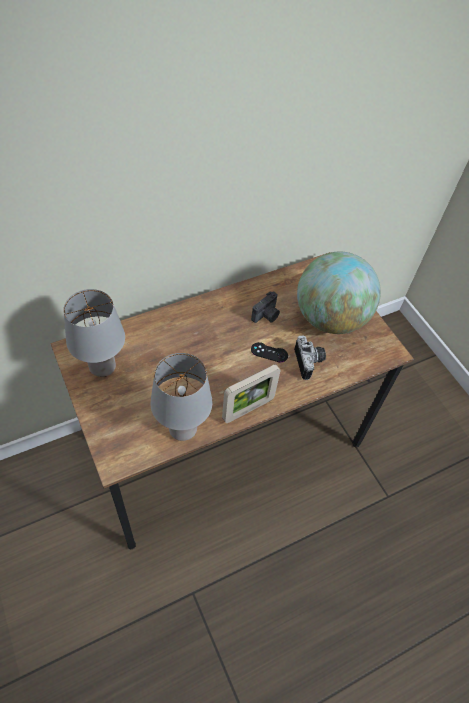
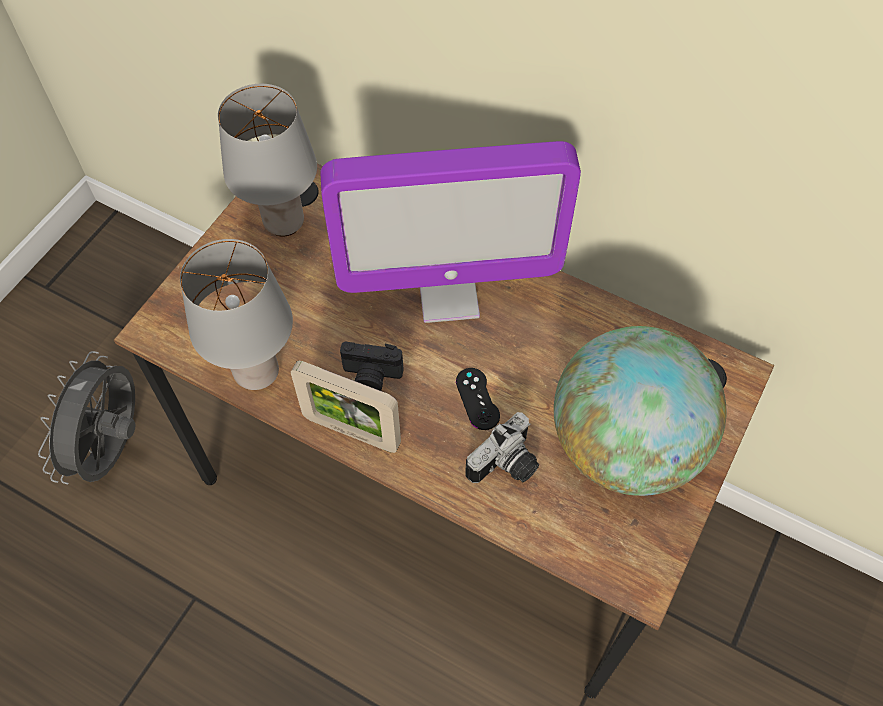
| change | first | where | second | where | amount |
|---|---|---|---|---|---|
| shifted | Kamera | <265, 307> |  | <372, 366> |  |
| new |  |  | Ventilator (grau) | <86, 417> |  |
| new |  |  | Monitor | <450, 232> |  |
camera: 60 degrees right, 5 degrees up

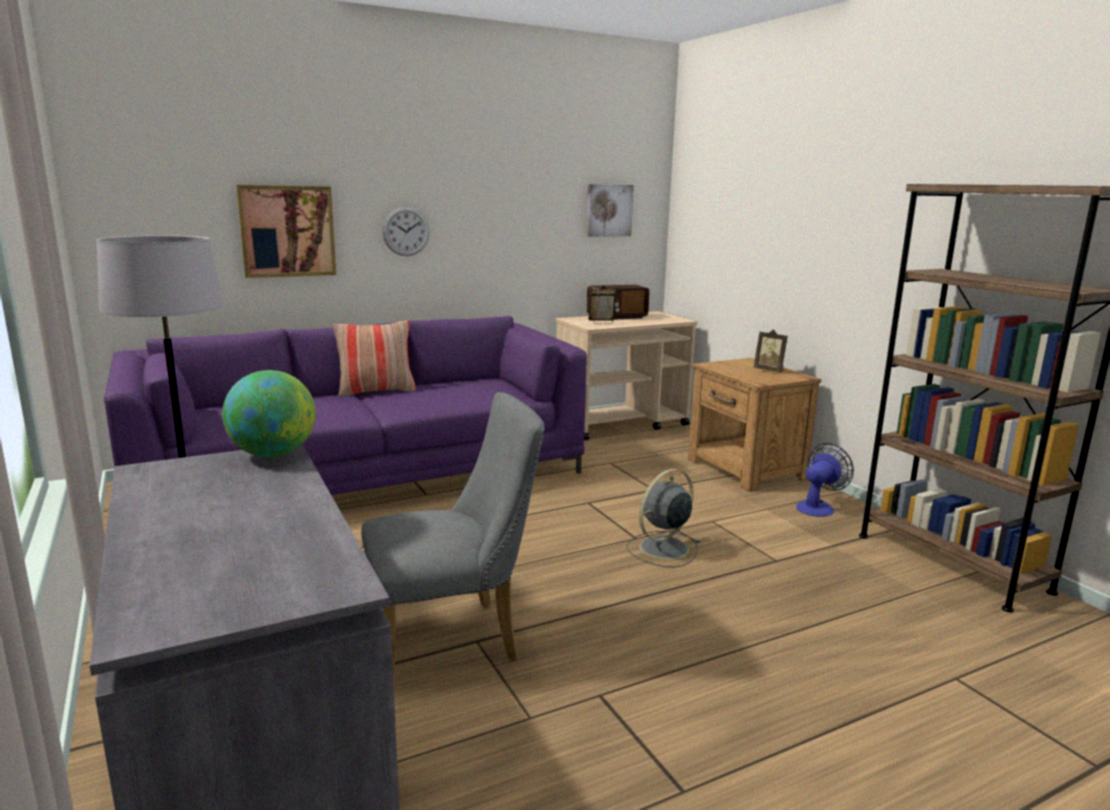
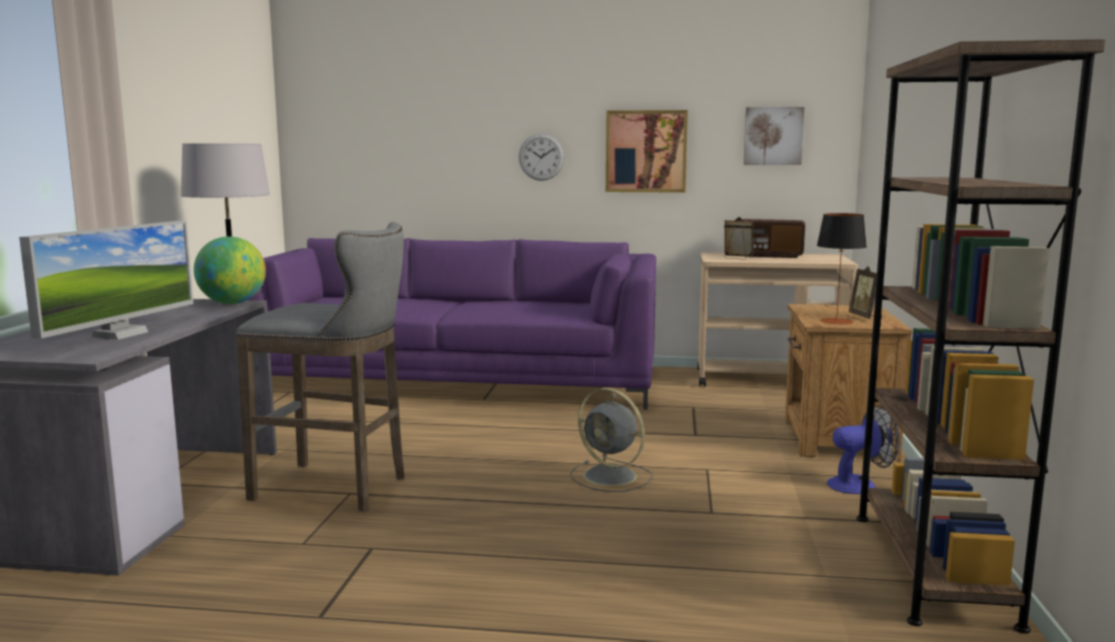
| change | first | where | second | where | amount |
|---|---|---|---|---|---|
| shifted | Bild | <286, 231> |  | <647, 151> |  |
| gone | Kissen | <374, 358> |  |  |  |
| swapped | Stuhl (grau) | <453, 537> | Hocker (grau) | <320, 367> |  |
| rotated | Ventilator (grau) | <663, 518> |  | <611, 440> | 135 degrees counterclockwise |
| new |  |  | Monitor | <106, 280> |  |
| new |  |  | Tischlampe | <842, 268> |  |
camera: 35 degrees right, 5 degrees down

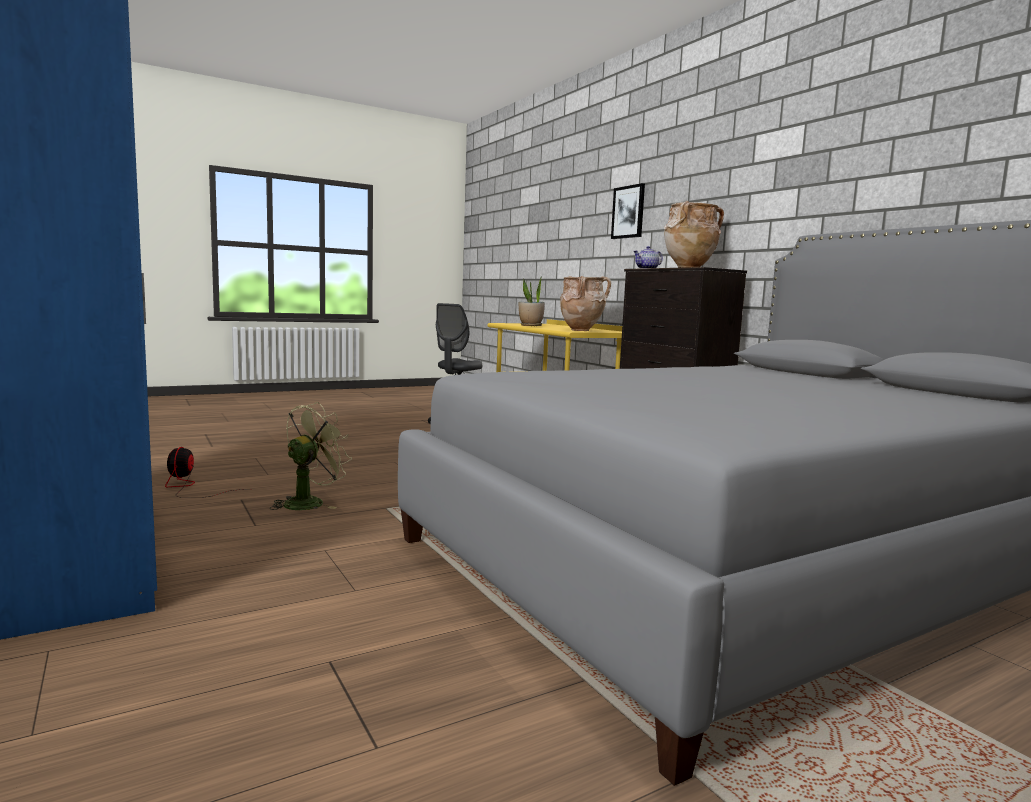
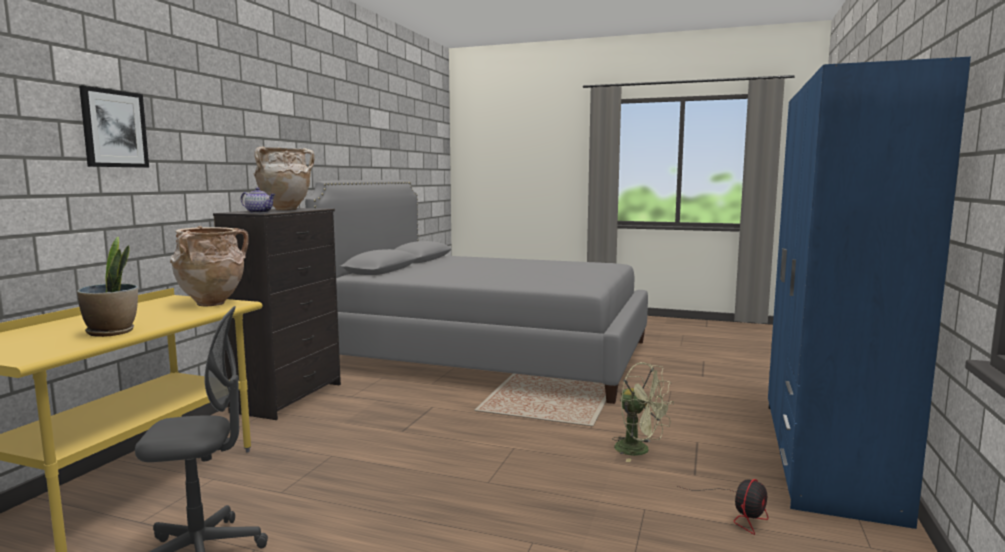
| change | first | where | second | where | amount |
|---|---|---|---|---|---|
| rotated | Ventilator (grün) | <311, 456> |  | <643, 412> | 135 degrees counterclockwise |
camera: 130 degrees left, 0 degrees up

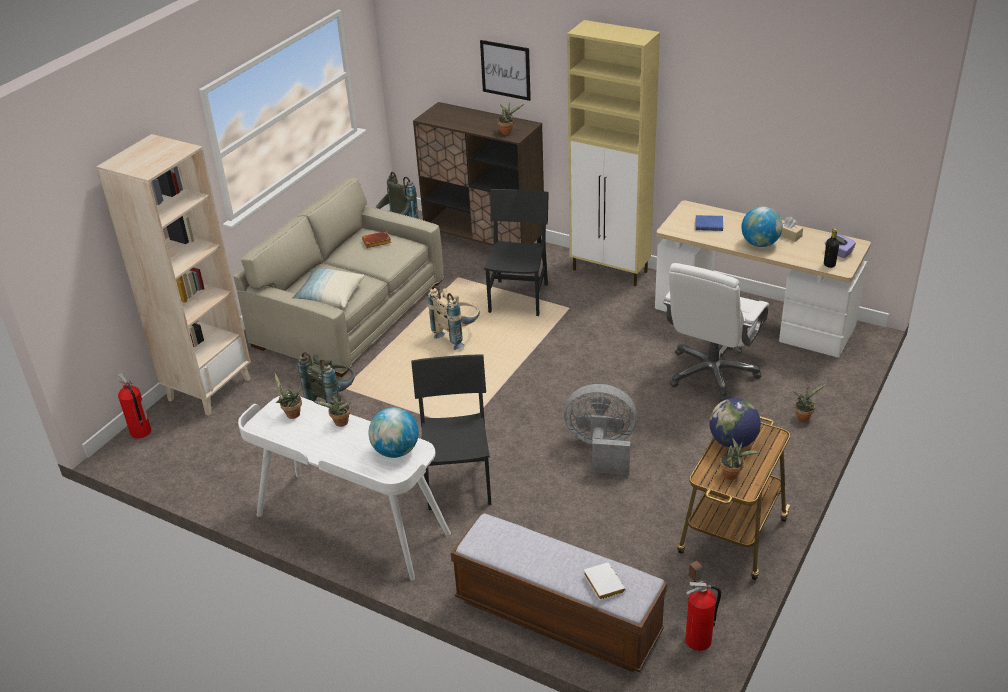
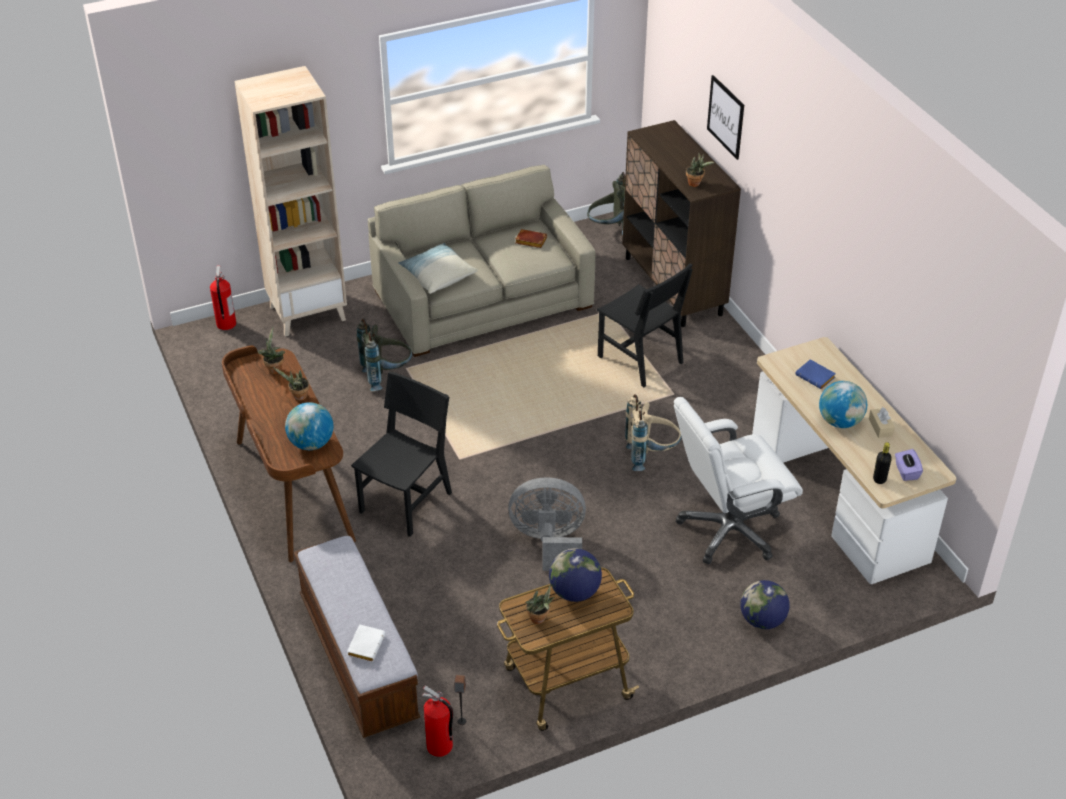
| change | first | where | second | where | amount |
|---|---|---|---|---|---|
| repainted | Schreibtisch (weiß) | <344, 487> | Schreibtisch (braun) | <289, 453> |  |
| shifted | Rucksack (beige) | <454, 317> |  | <653, 432> |  |
| rotated | Stuhl (schwarz) | <516, 252> |  | <645, 325> | 90 degrees clockwise |
| rotated | Ventilator (grau) | <600, 429> |  | <547, 524> | 45 degrees counterclockwise |
| gone | Schrank (beige) | <613, 153> |  |  |  |
| swapped | Topfpflanze | <809, 403> | Globus | <765, 604> |  |
camera: 35 degrees right, 5 degrees up

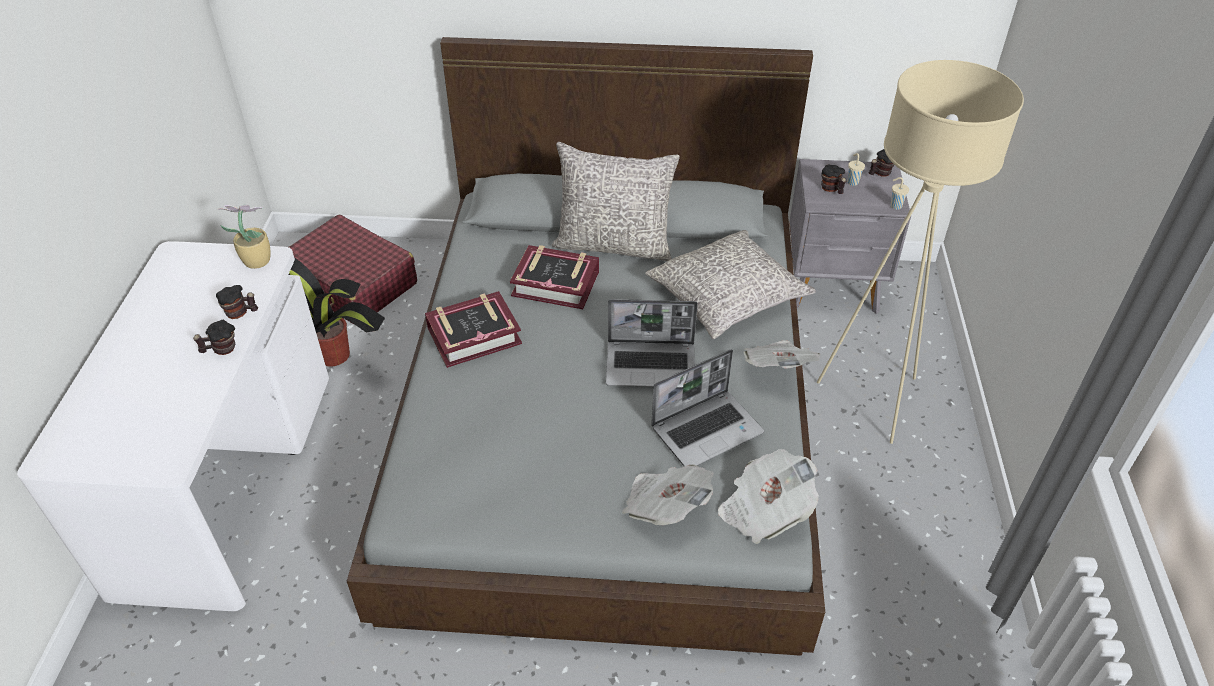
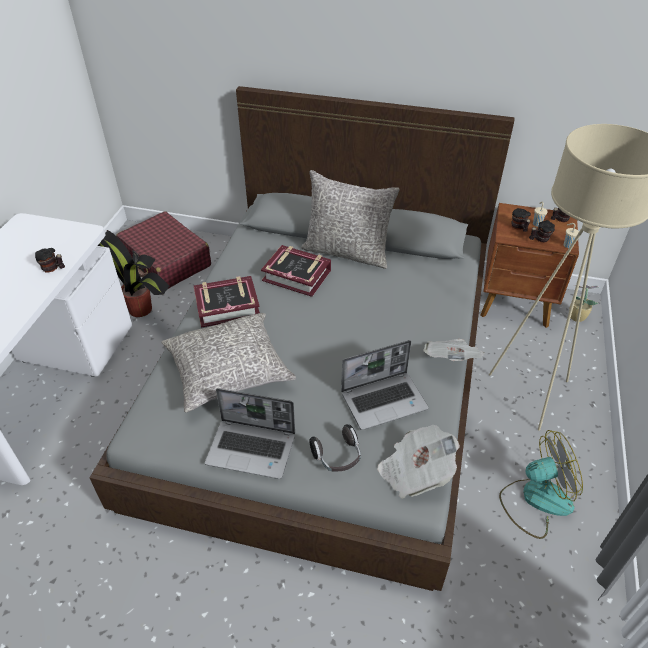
| change | first | where | second | where | amount |
|---|---|---|---|---|---|
| shifted | Henkelbecher | <214, 337> |  | <542, 231> |  |
| shifted | Topfpflanze | <244, 237> |  | <584, 303> |  |
| shifted | Laptop | <652, 343> |  | <250, 433> |  |
| swapped | Zeitung | <668, 494> | Kopfhörer | <335, 448> |  |
| shifted | Kissen (grau) | <730, 284> |  | <228, 363> |  |
| repainted | Nachttisch (grau) | <850, 236> | Nachttisch (braun) | <529, 265> |  |
| new |  |  | Ventilator | <541, 484> |  |
camera: 10 degrees right, 0 degrees up

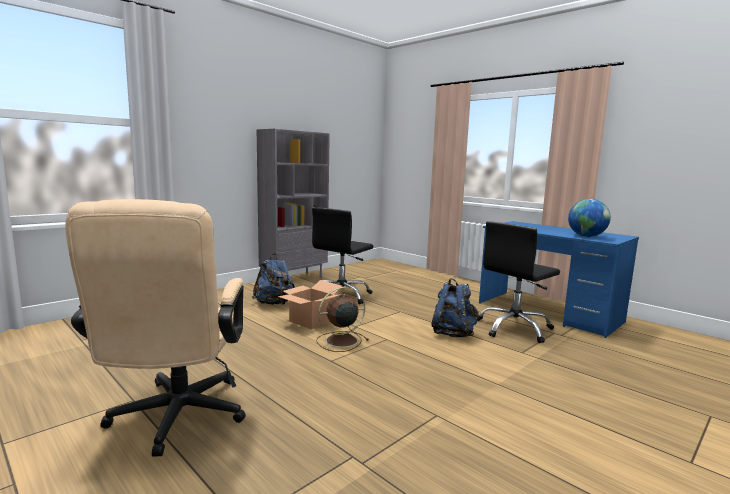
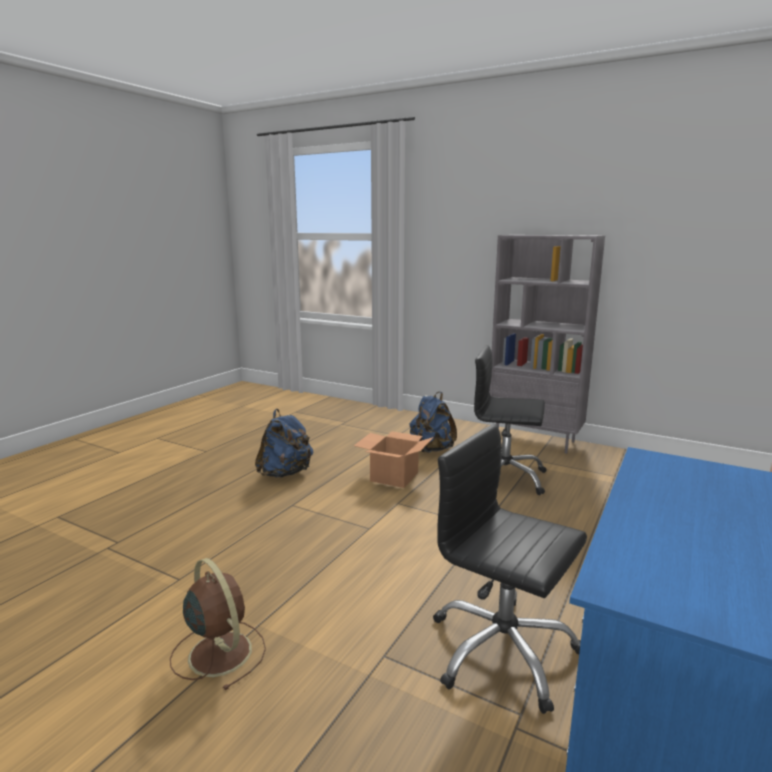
| change | first | where | second | where | amount |
|---|---|---|---|---|---|
| gone | Bürostuhl (beige) | <155, 328> |  |  |  |
| shifted | Ventilator (braun) | <342, 319> |  | <218, 624> |  |
| shifted | Rucksack (blau) | <454, 308> |  | <284, 443> |  |
| gone | Globus | <589, 218> |  |  |  |
camera: 75 degrees right, 5 degrees up

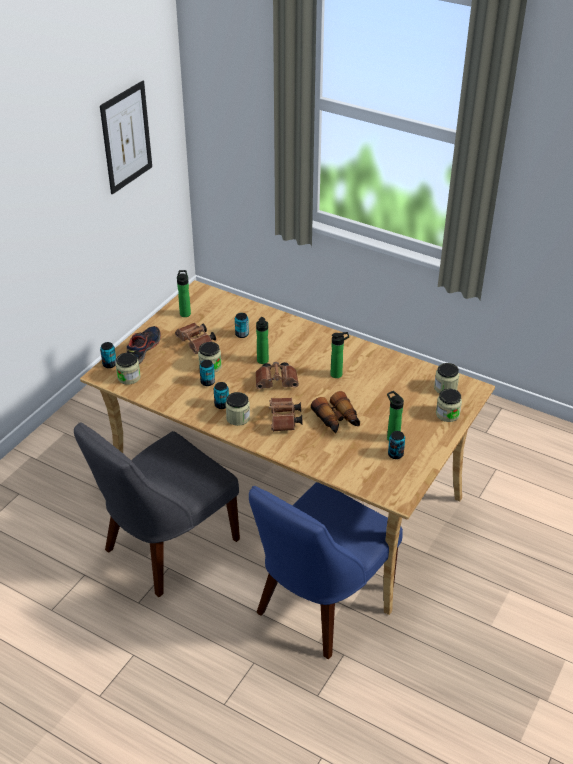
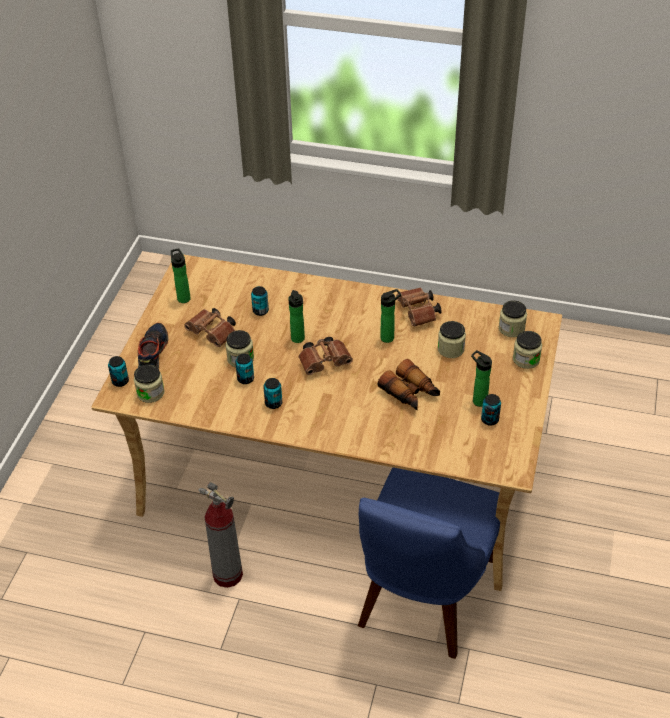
| change | first | where | second | where | amount |
|---|---|---|---|---|---|
| swapped | Stuhl (grau) | <157, 510> | Feuerlöscher | <220, 535> |  |
| gone | Bild | <126, 137> |  |  |  |
| shifted | Vorratsglas | <237, 409> |  | <452, 339> |  |
| shifted | Fernglas (braun) | <285, 415> |  | <419, 307> |  |
camera: 15 degrees left, 5 degrees up

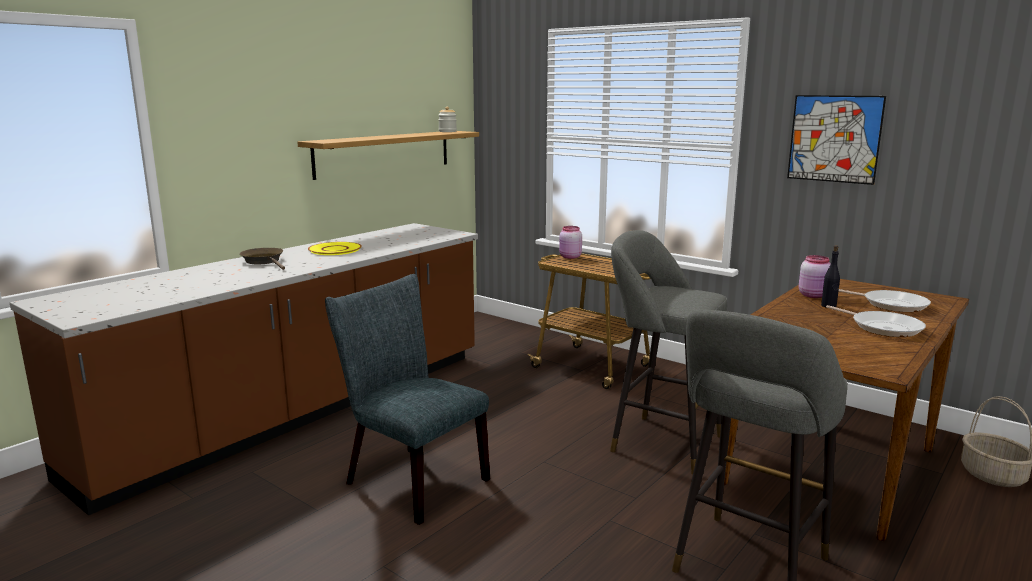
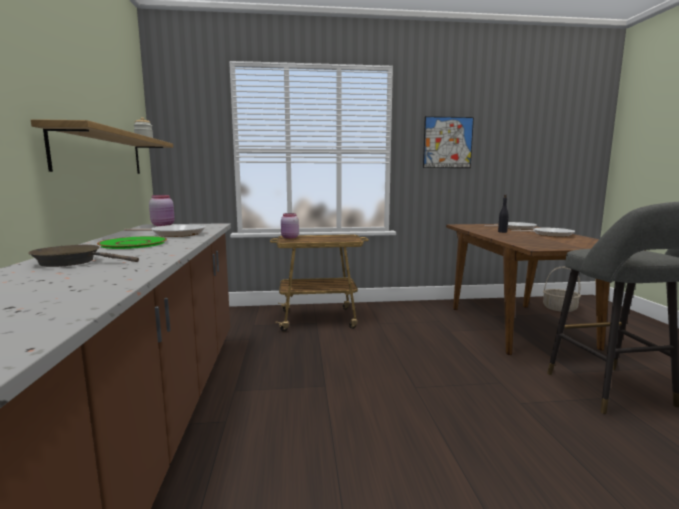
| change | first | where | second | where | amount |
|---|---|---|---|---|---|
| repainted | Teller (gelb) | <335, 248> | Teller (grün) | <132, 242> |  |
| gone | Stuhl (grau) | <407, 399> |  |  |  |
| gone | Hocker (grau) | <668, 352> |  |  |  |
| shifted | Vorratsglas (rosa) | <815, 276> |  | <162, 210> |  |
| new |  |  | Pfanne | <165, 230> |  |
camera: 45 degrees left, 5 degrees down

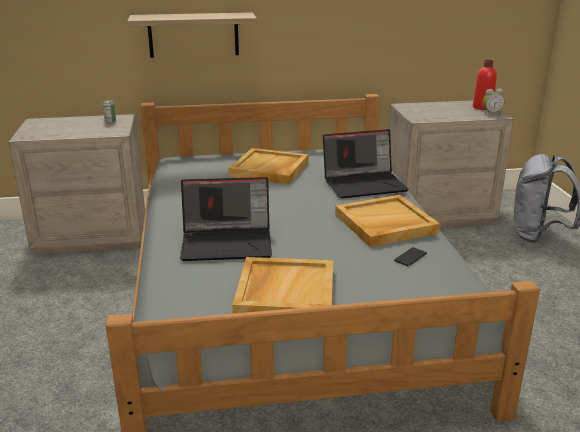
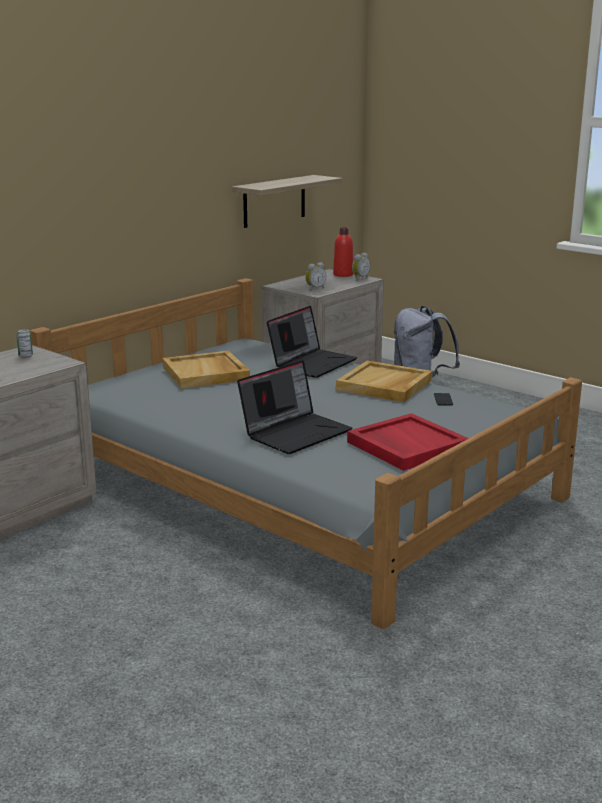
| change | first | where | second | where | amount |
|---|---|---|---|---|---|
| shifted | Wandregal | <192, 35> |  | <287, 201> |  |
| repainted | Tablett (beige) | <282, 285> | Tablett (rot) | <408, 442> |  |
| new |  |  | Wecker | <315, 276> |  |
camera: 40 degrees left, 5 degrees down

